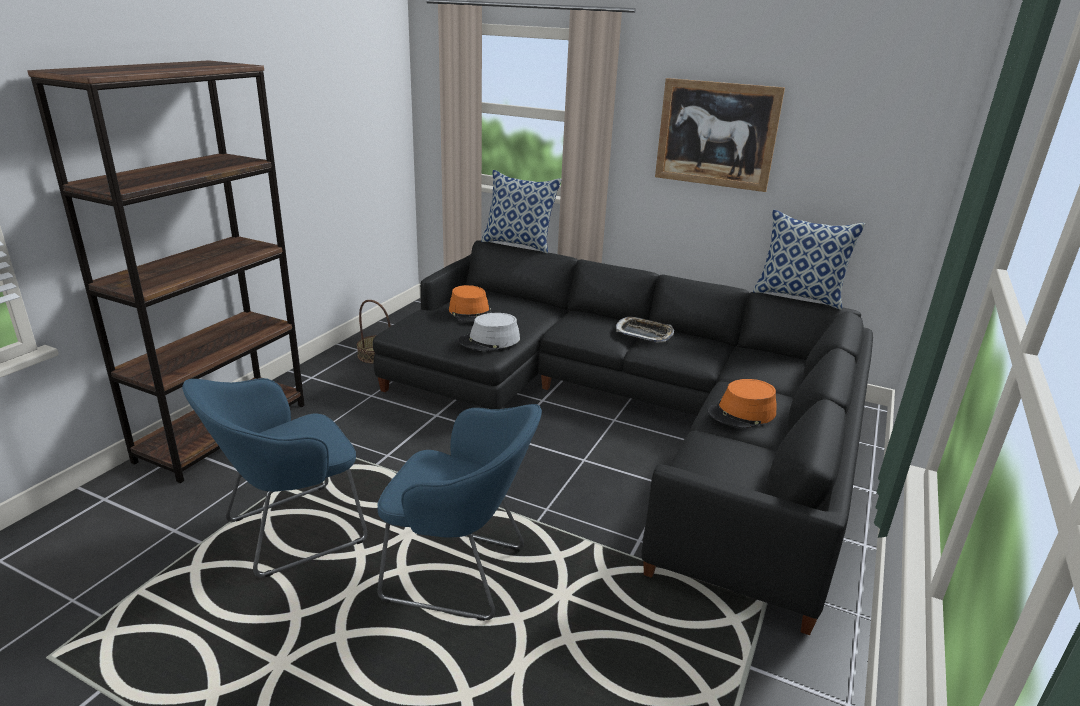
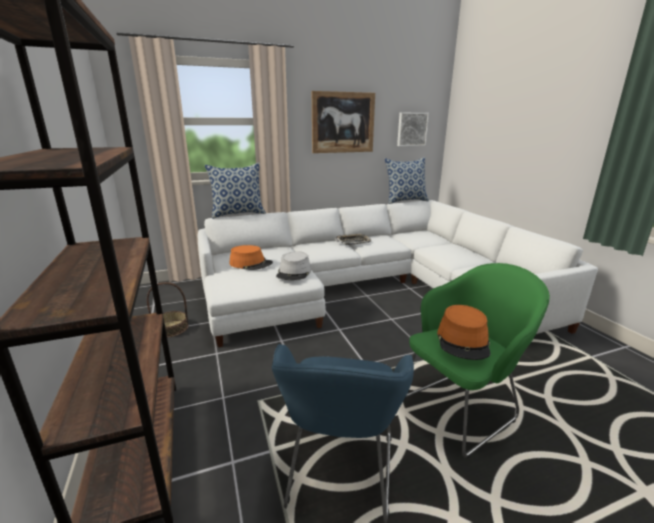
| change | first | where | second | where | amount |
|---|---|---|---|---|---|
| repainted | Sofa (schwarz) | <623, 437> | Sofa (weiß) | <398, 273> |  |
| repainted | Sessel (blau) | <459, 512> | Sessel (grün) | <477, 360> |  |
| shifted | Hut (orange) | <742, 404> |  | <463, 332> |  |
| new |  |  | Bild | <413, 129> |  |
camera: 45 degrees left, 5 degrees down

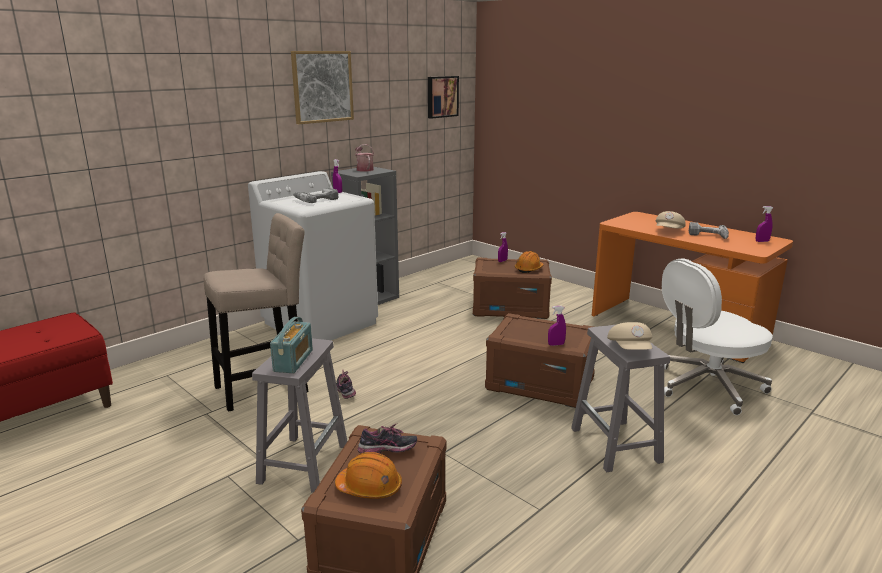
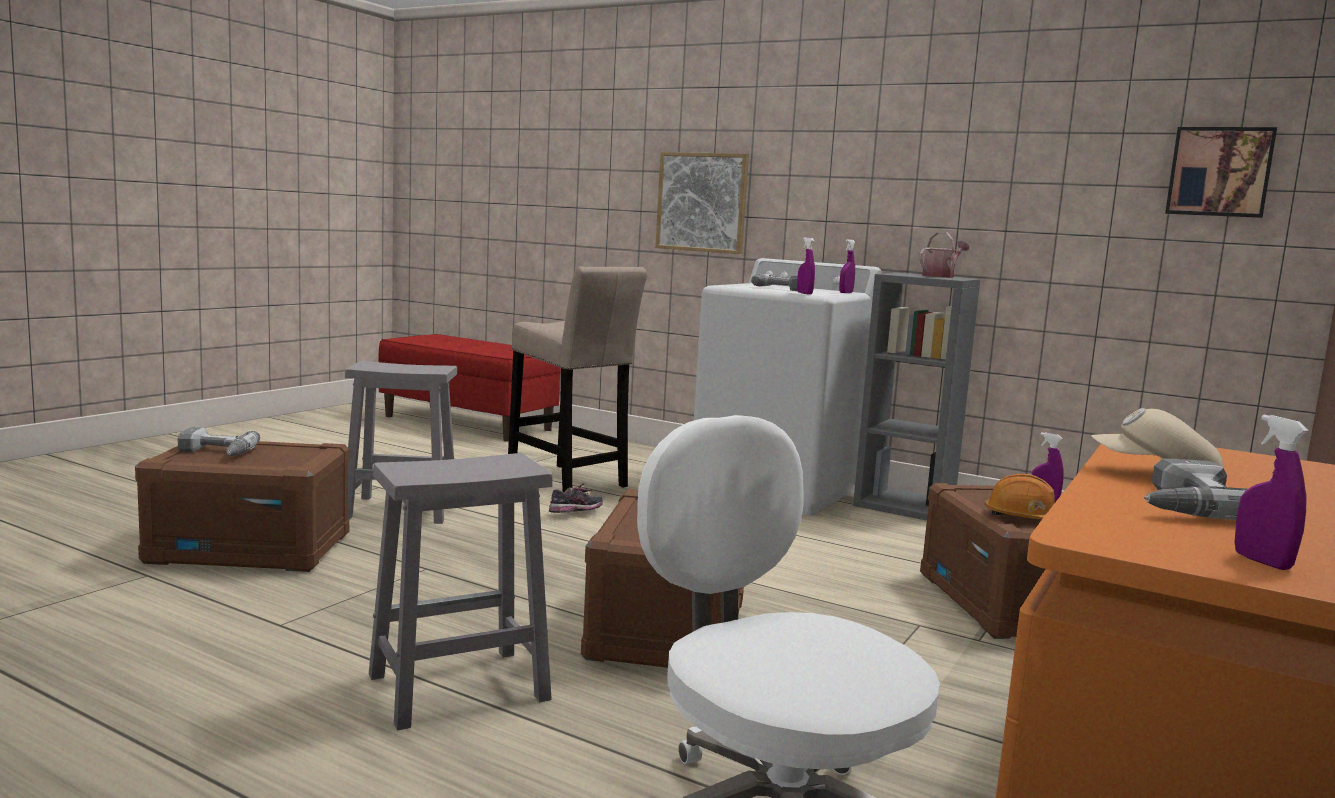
| change | first | where | second | where | amount |
|---|---|---|---|---|---|
| gone | Radio | <291, 345> |  |  |  |
| shifted | Bild | <322, 87> |  | <702, 203> |  |
| swapped | Schutzhelm (orange) | <368, 475> | Bohrmaschine | <219, 441> |  |
| gone | Schuh | <387, 438> |  |  |  |
| shifted | Sprühflasche (lila) | <557, 326> |  | <806, 265> |  |
| gone | Kappe (beige) | <629, 336> |  |  |  |
camera: 75 degrees right, 10 degrees down

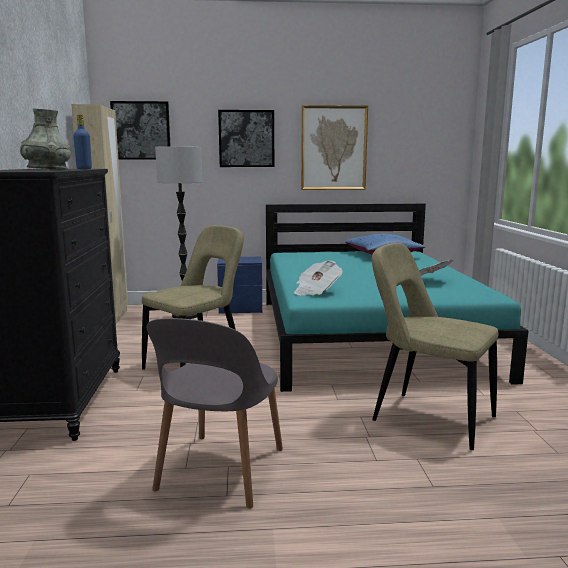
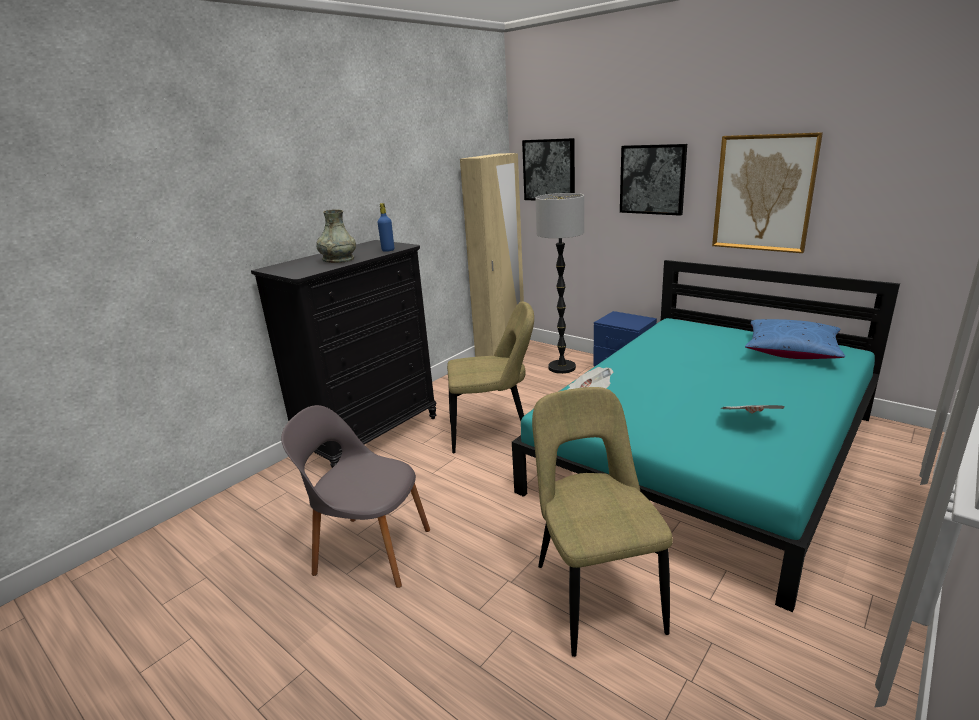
| change | first | where | second | where | amount |
|---|---|---|---|---|---|
| rotated | Stuhl (grau) | <215, 413> |  | <355, 496> | 45 degrees clockwise |
camera: 45 degrees right, 10 degrees up

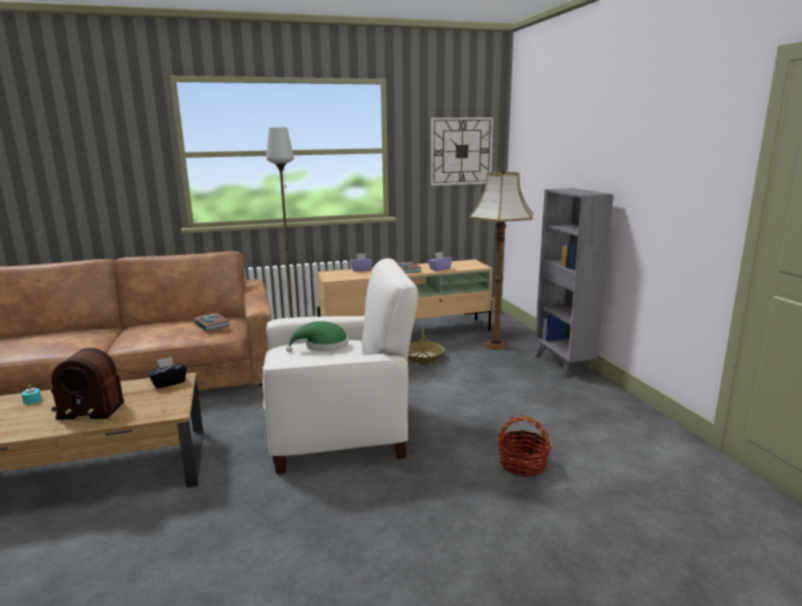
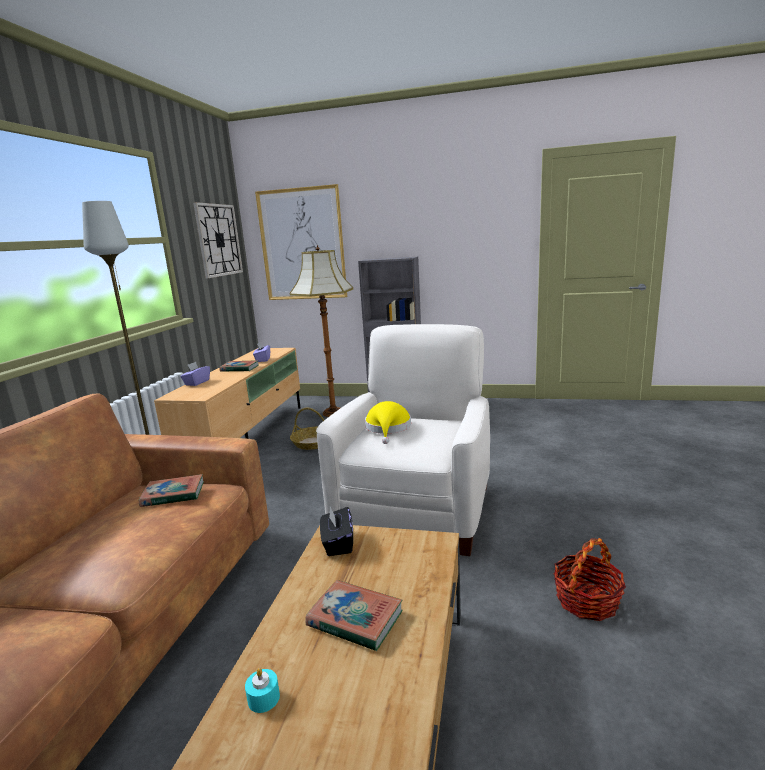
| change | first | where | second | where | amount |
|---|---|---|---|---|---|
| swapped | Radio | <88, 384> | Buch | <353, 615> |  |
| repainted | Hut (grün) | <317, 336> | Hut (gelb) | <388, 422> |  |
| shifted | Korb | <525, 446> |  | <589, 579> |  |
| new |  |  | Bild | <301, 242> |  |
camera: 60 degrees left, 0 degrees up

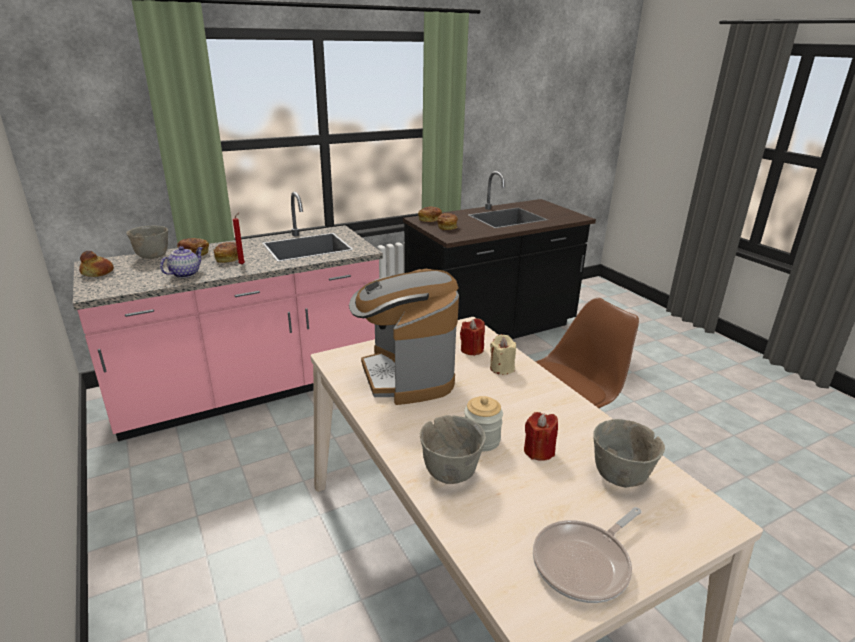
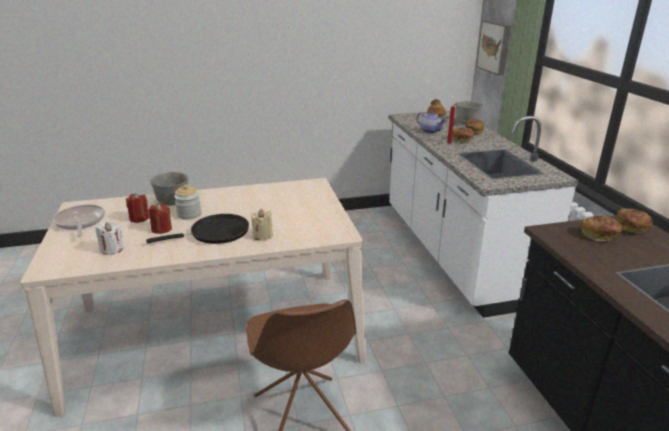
| change | first | where | second | where | amount |
|---|---|---|---|---|---|
| repainted | Küchenzeile (rosa) | <228, 316> | Küchenzeile (weiß) | <483, 214> |  |
| gone | Kaffeemaschine | <404, 337> |  |  |  |
| shifted | Kerze (rot) | <472, 337> |  | <137, 208> |  |
| swapped | Schüssel (grau) | <629, 453> | Kerze (weiß) | <109, 238> |  |
| new |  |  | Pfanne (schwarz) | <197, 229> |  |
| new |  |  | Bild | <493, 47> |  |
camera: 105 degrees right, 0 degrees up

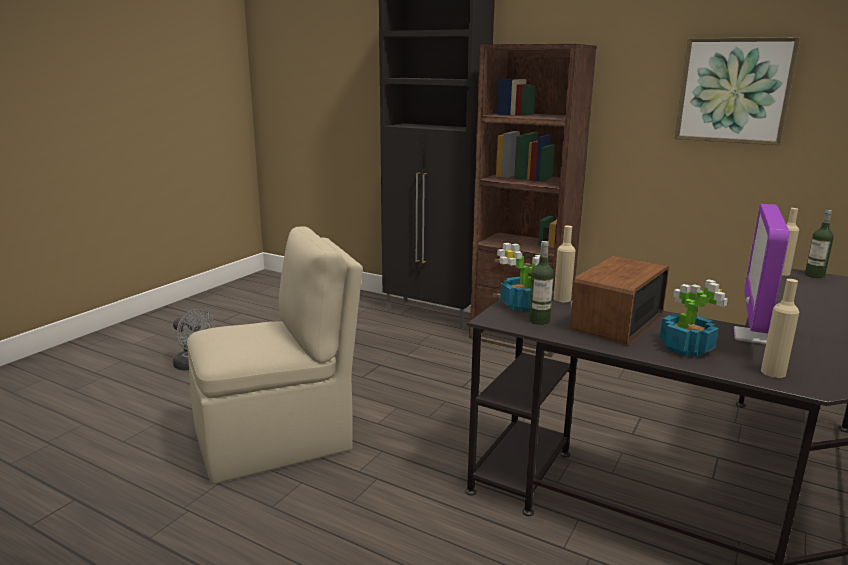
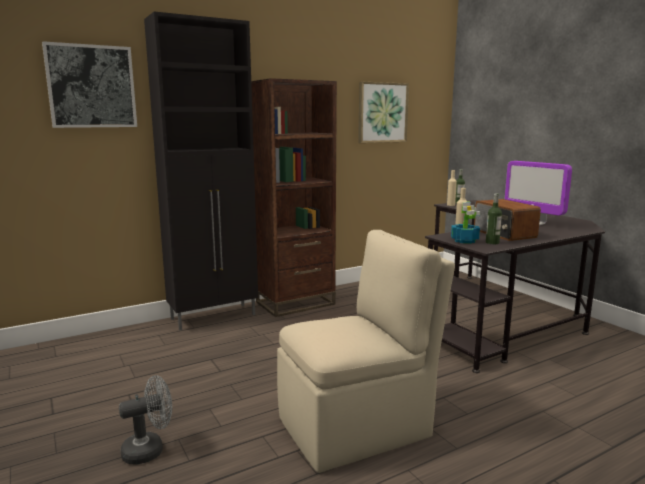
| change | first | where | second | where | amount |
|---|---|---|---|---|---|
| rotated | Stuhl (beige) | <275, 355> |  | <366, 351> | 60 degrees clockwise |
| gone | Topfpflanze | <694, 318> |  |  |  |
| gone | Flasche (beige) | <780, 328> |  |  |  |
| new |  |  | Bild | <89, 84> |  |
camera: 60 degrees left, 5 degrees down

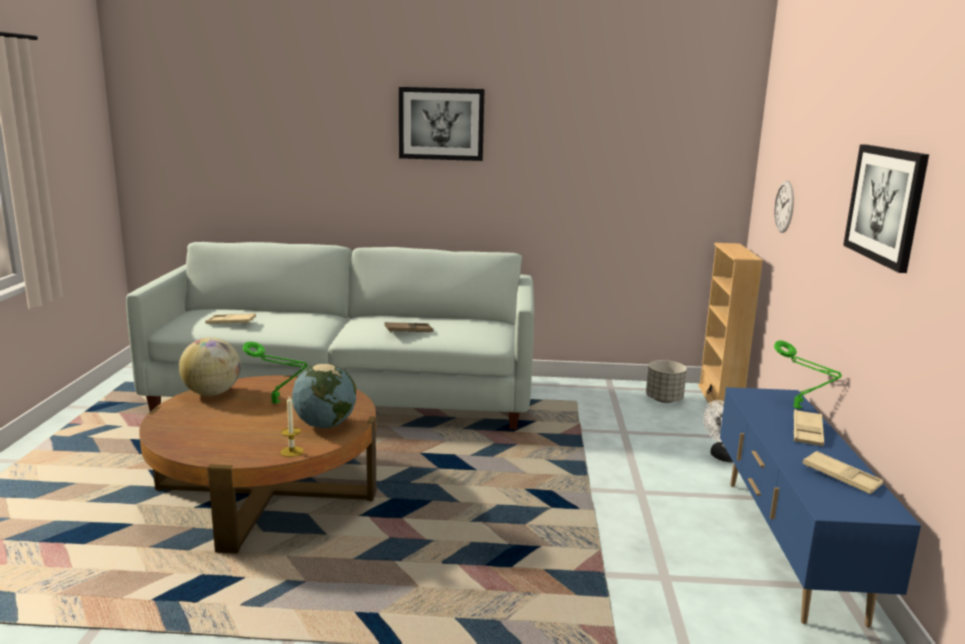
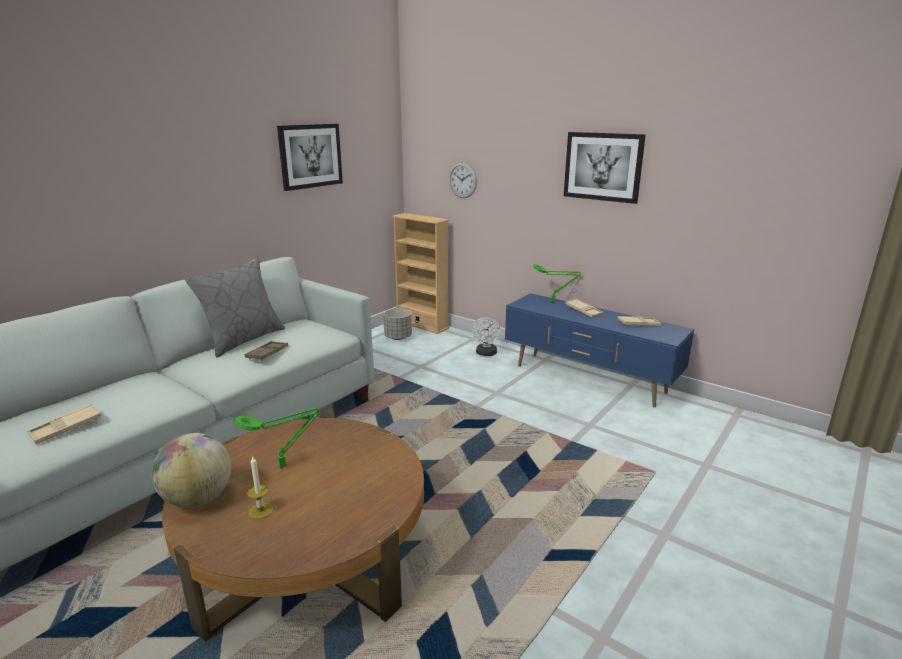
| change | first | where | second | where | amount |
|---|---|---|---|---|---|
| shifted | Kerze | <292, 426> |  | <260, 487> |  |
| gone | Globus | <324, 396> |  |  |  |
| shifted | Bild | <441, 124> |  | <310, 157> |  |
| new |  |  | Kissen (grau) | <234, 307> |  |
camera: 55 degrees left, 5 degrees up

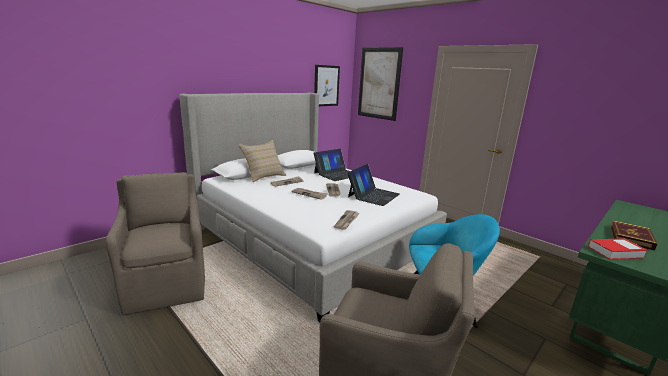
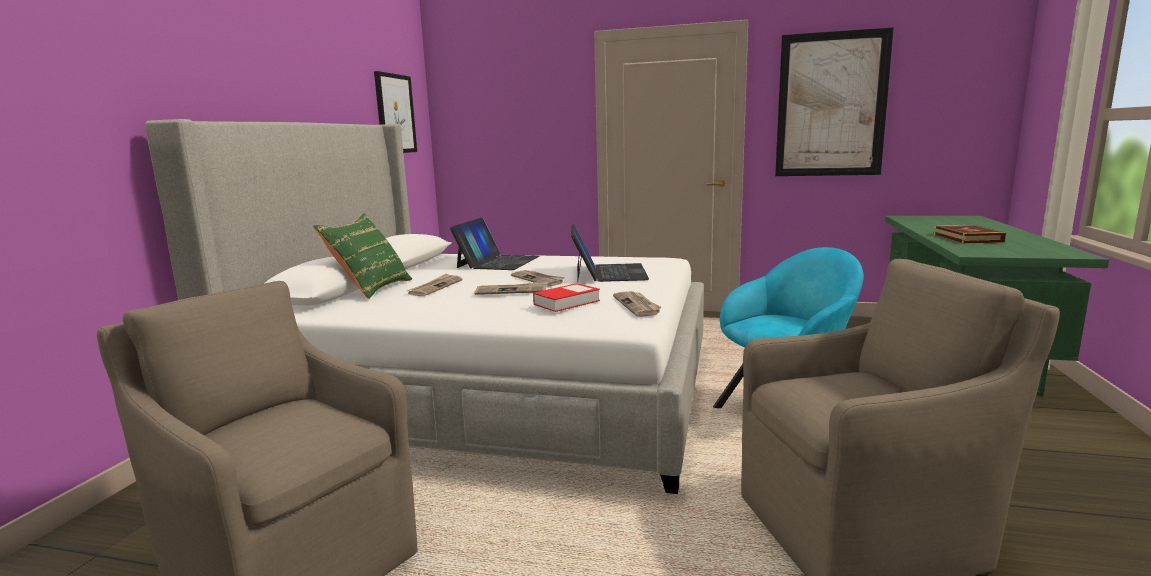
| change | first | where | second | where | amount |
|---|---|---|---|---|---|
| repainted | Kissen (beige) | <262, 161> | Kissen (grün) | <362, 256> |  |
| shifted | Bild | <380, 84> |  | <834, 101> |  |
| shifted | Buch | <618, 249> |  | <566, 297> |  |
camera: 30 degrees left, 5 degrees down

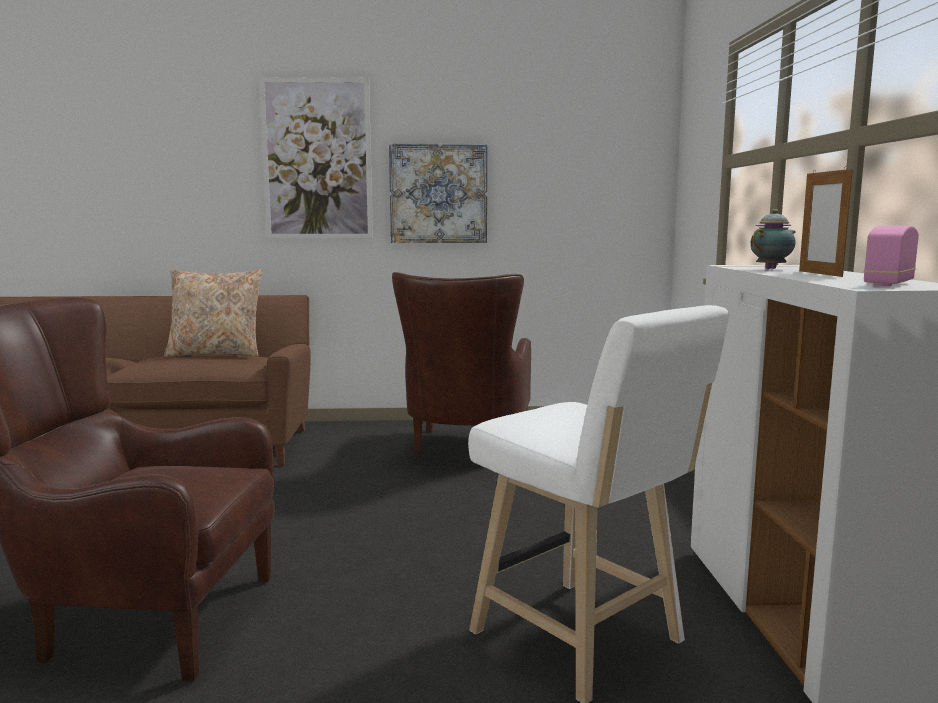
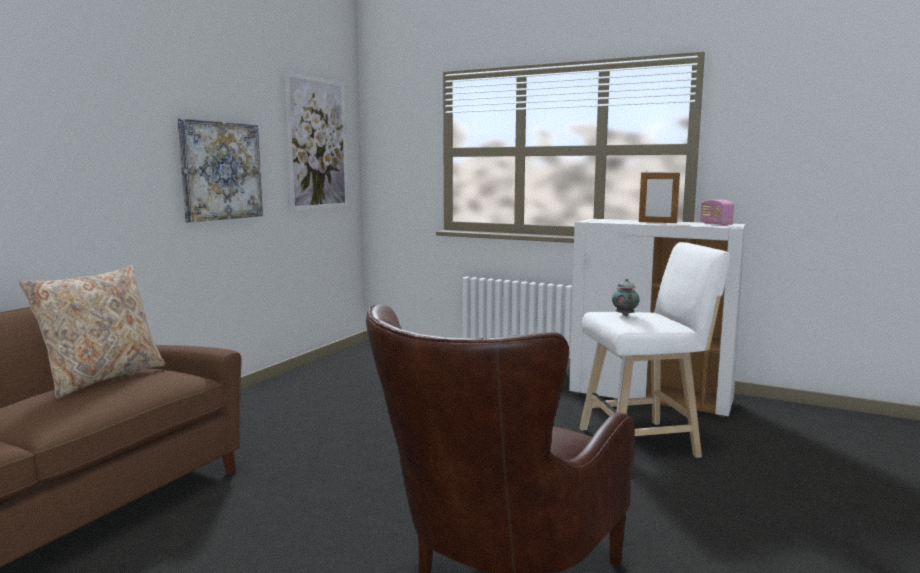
| change | first | where | second | where | amount |
|---|---|---|---|---|---|
| shifted | Bild | <316, 158> |  | <316, 141> |  |
| gone | Sessel (braun) | <461, 364> |  |  |  |
| shifted | Teekanne | <773, 239> |  | <626, 297> |  |
camera: 60 degrees left, 0 degrees up

